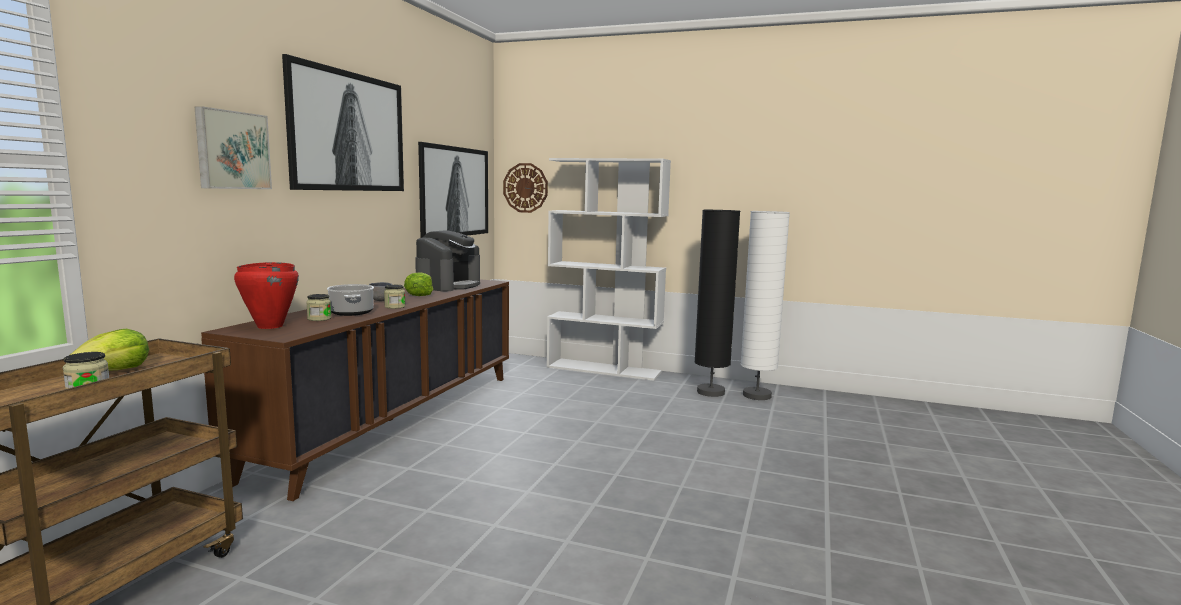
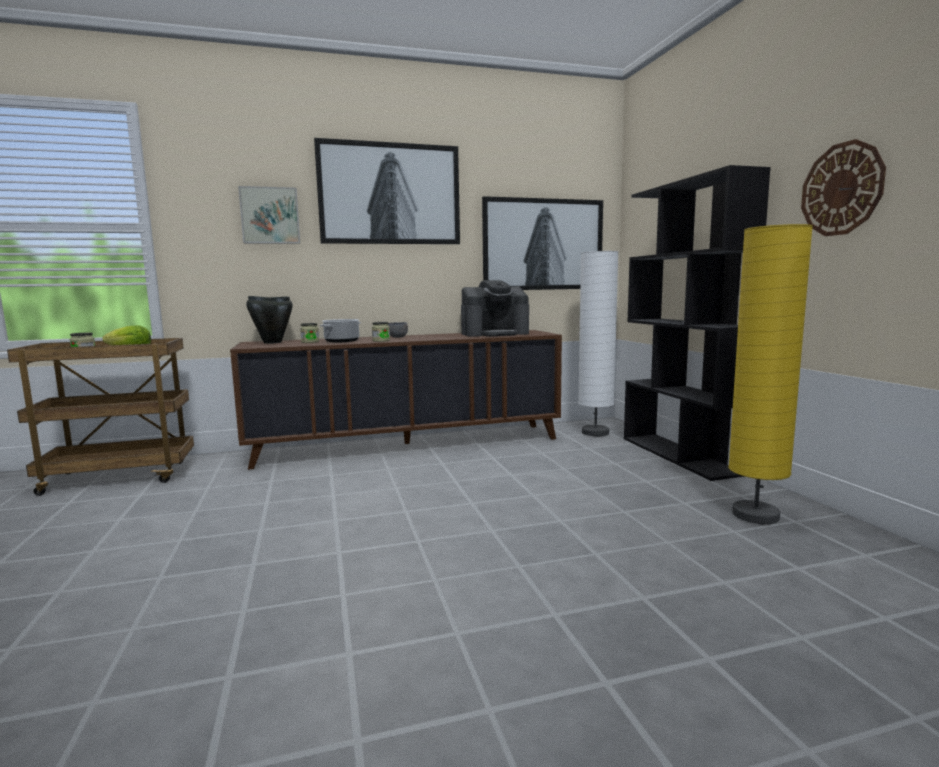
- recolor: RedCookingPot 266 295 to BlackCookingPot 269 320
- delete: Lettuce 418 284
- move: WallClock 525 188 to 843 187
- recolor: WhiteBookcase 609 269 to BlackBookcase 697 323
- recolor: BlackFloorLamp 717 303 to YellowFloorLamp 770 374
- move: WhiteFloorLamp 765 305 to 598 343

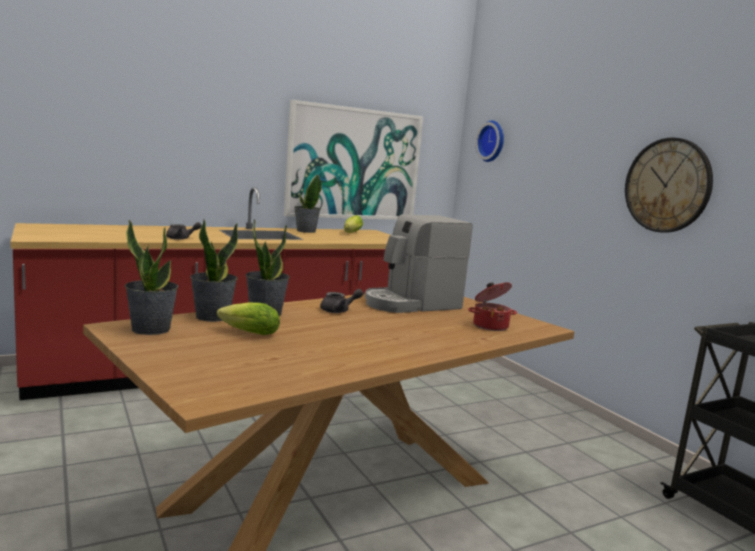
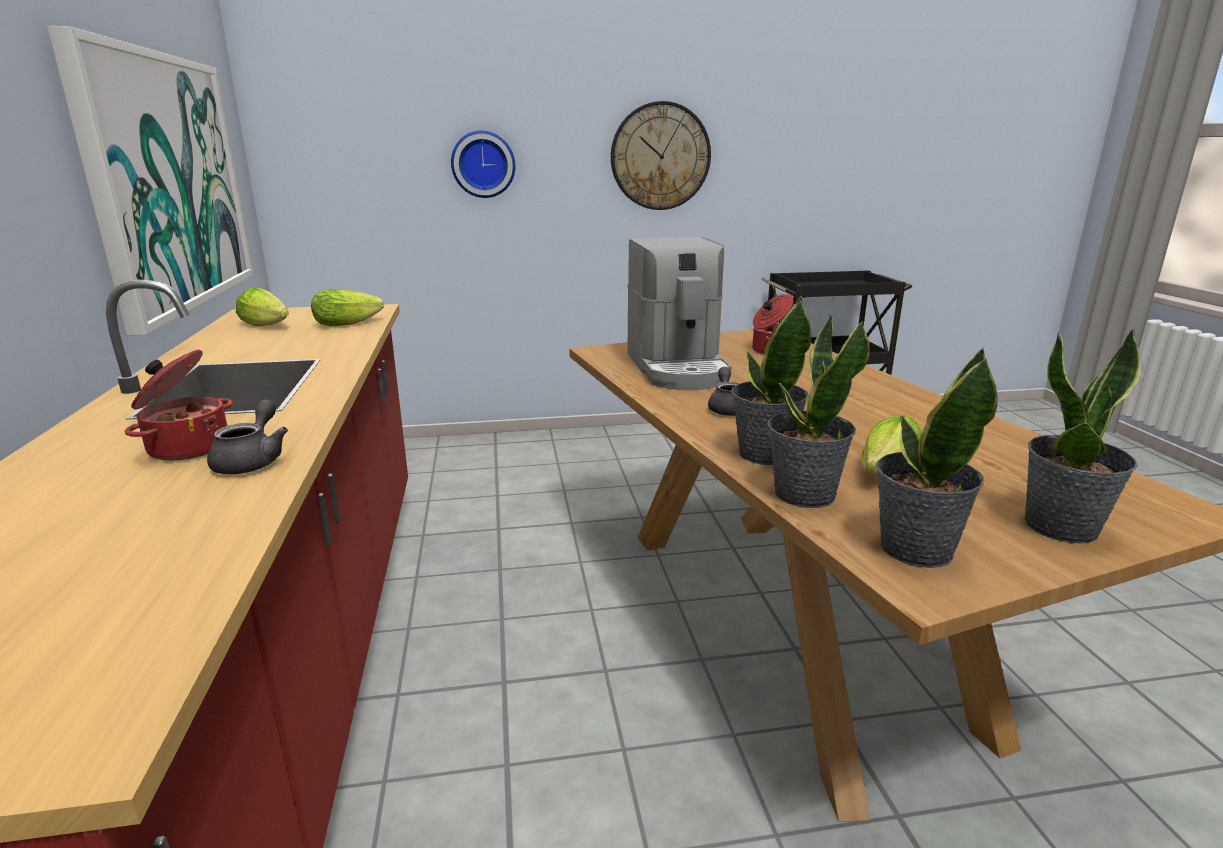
- move: PottedPlant 308 203 to 1083 436
- move: WallClock 489 141 to 483 164
- insert: CookingPot 179 405
- insert: Lettuce 347 307

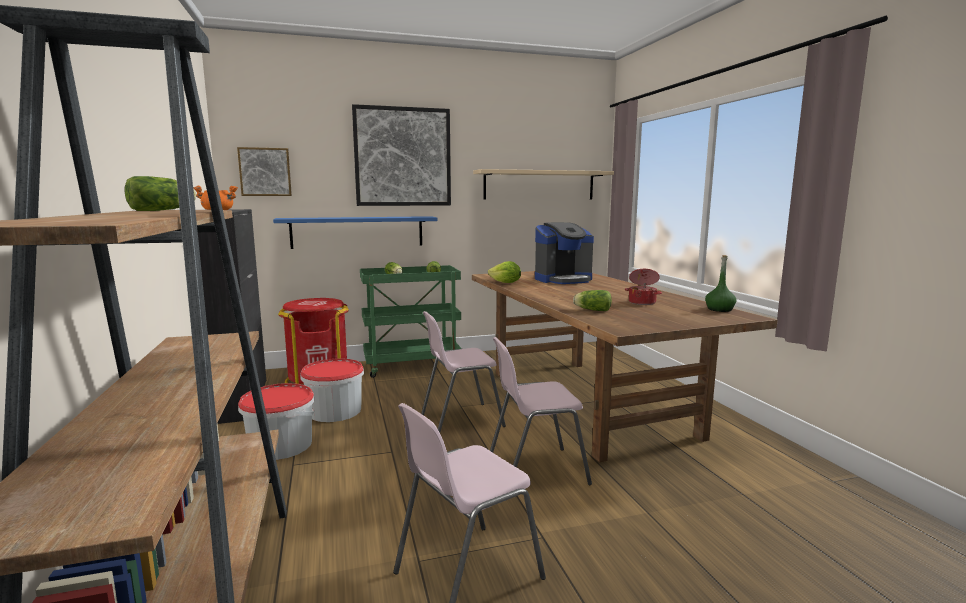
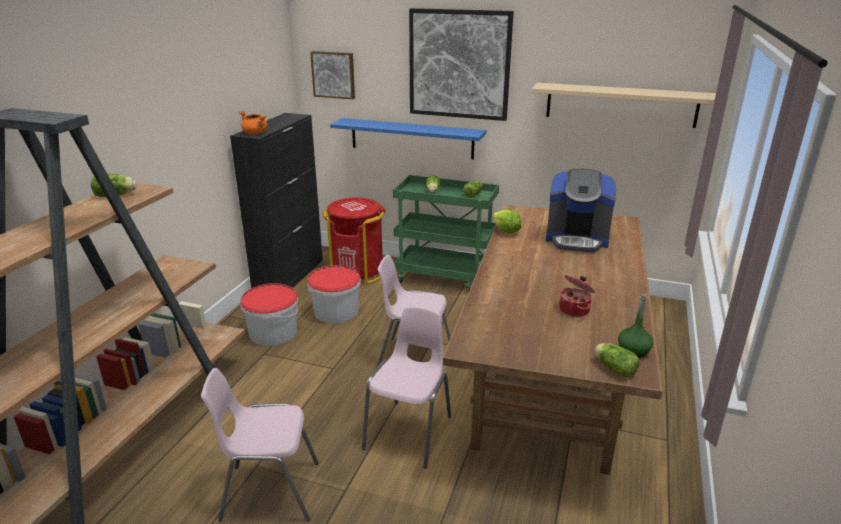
- rotate: PinkChair 541 411 = 406 387 90 degrees clockwise
- move: Lettuce 592 300 to 617 360

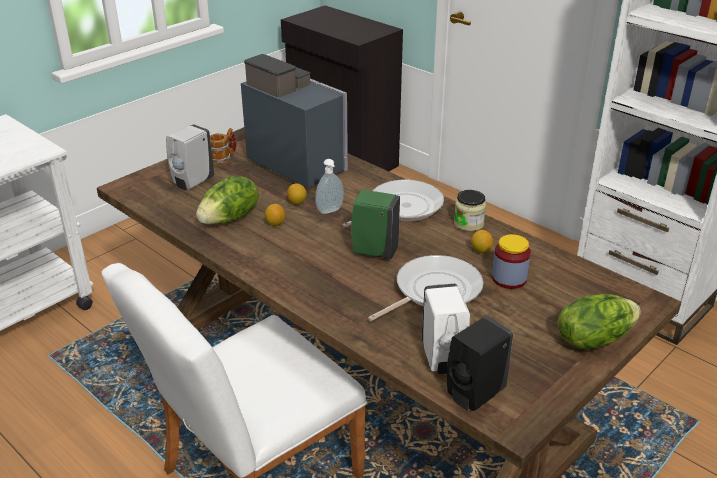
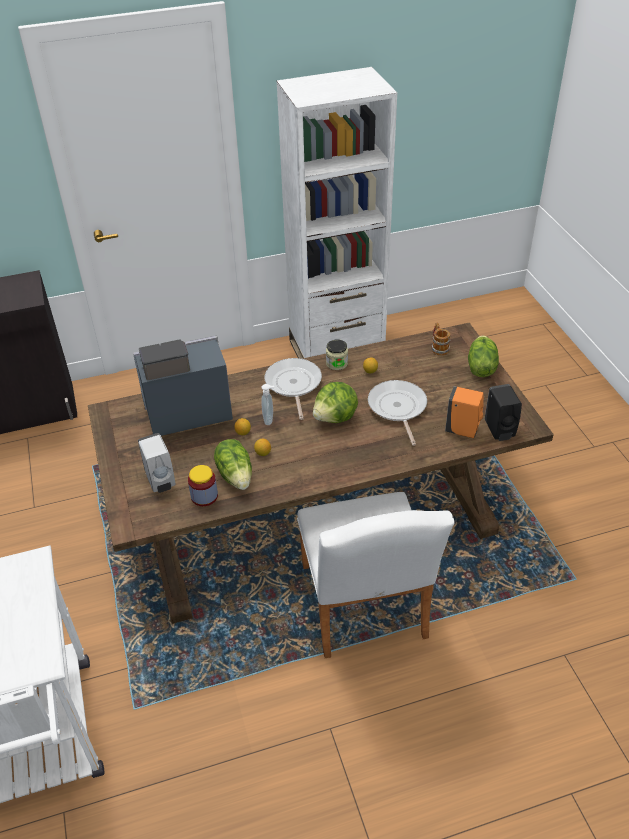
- move: Mug 223 147 to 441 338
- replace: GreenSoapDispenser 375 224 to Lettuce 335 402
- recolor: WhiteSoapDispenser 446 329 to OrangeSoapDispenser 464 412
- move: Jar 511 261 to 203 485

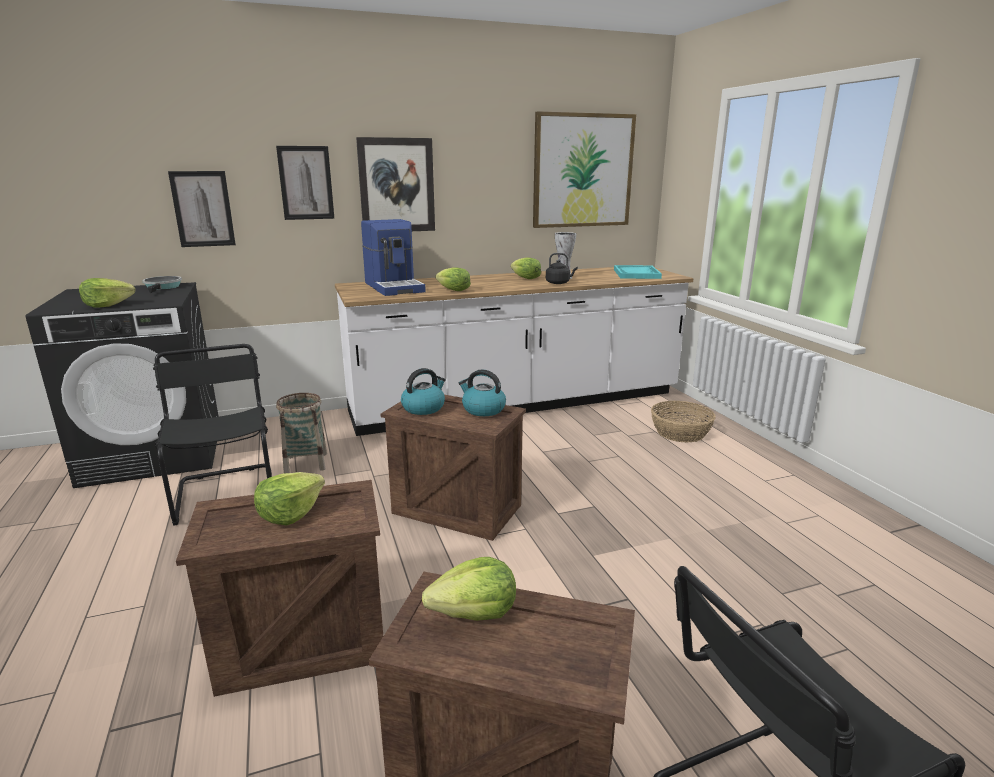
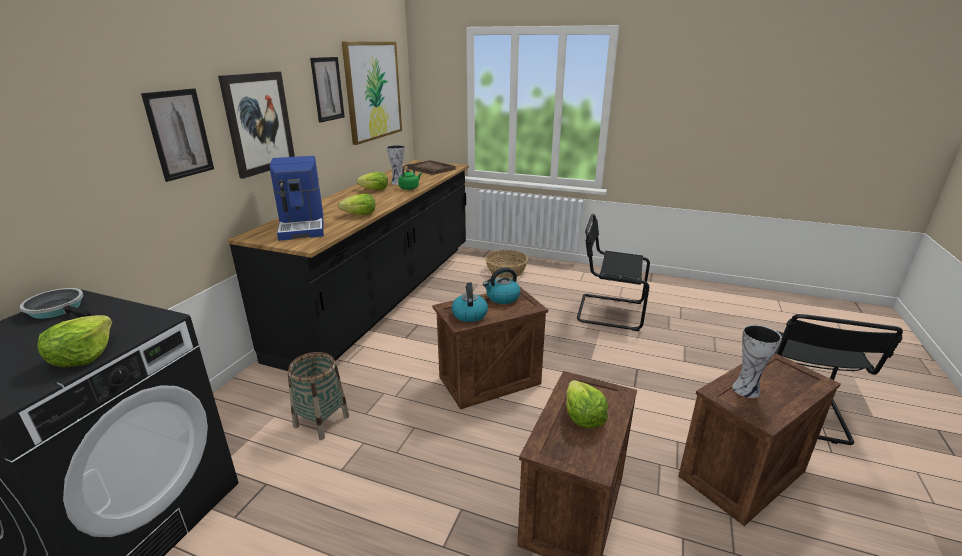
- move: BlackChair 212 434 to 613 272
- move: Picture 202 209 to 327 90
- recolor: WhiteCounter 514 351 to BlackCounter 348 265
- rotate: CoffeeMachine 393 257 = 296 198 60 degrees clockwise
- replace: Lettuce 469 589 to Vase 757 361
- recolor: BlackKettle 562 268 to GreenKettle 410 177
- recolor: TurquoiseTray 638 272 to BrownTray 431 167

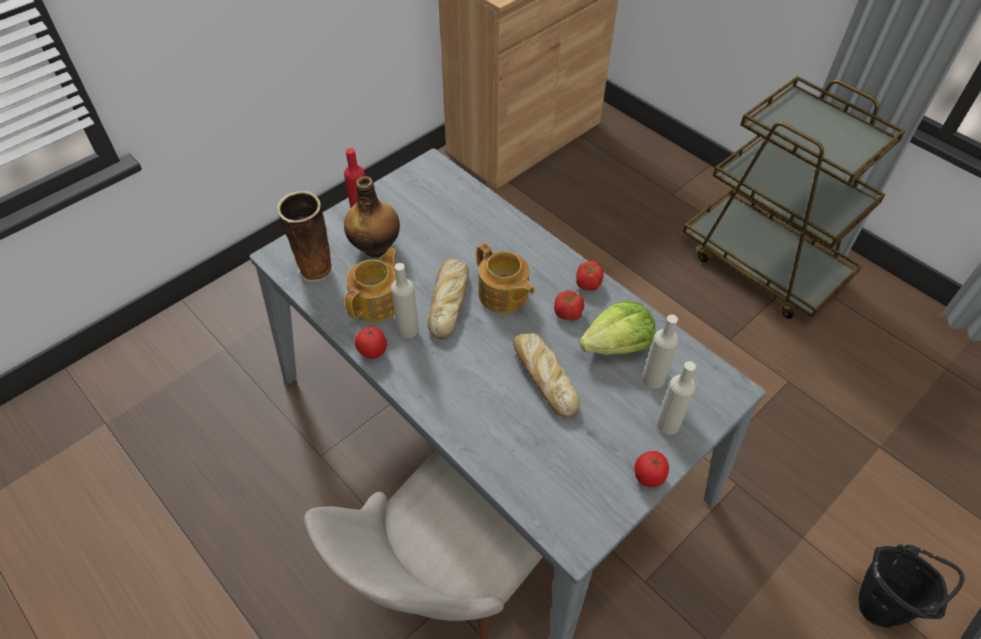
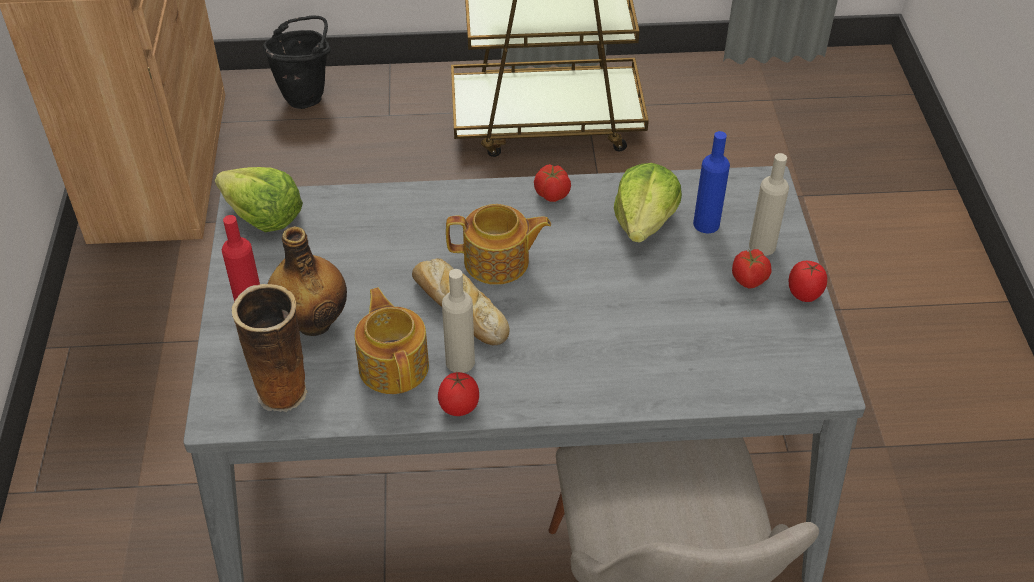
- delete: Bread 546 375
- move: Tomato 569 305 to 752 268
- recolor: BeigeBottle 660 352 to BlueBottle 711 182
- move: BlackBucket 911 586 to 296 62
- insert: Lettuce 259 199

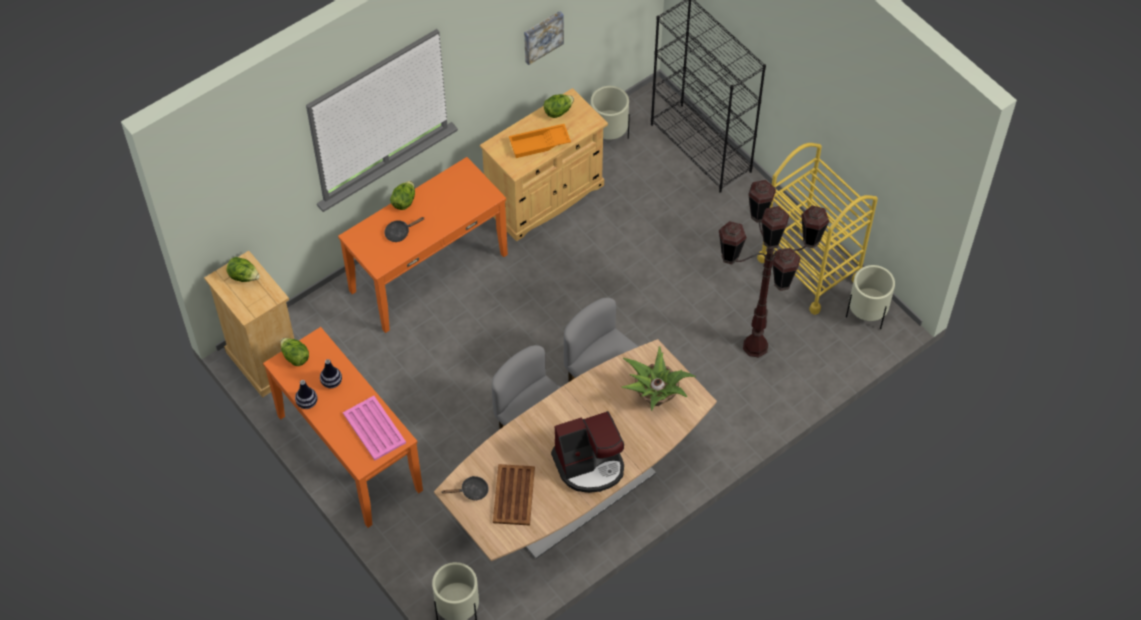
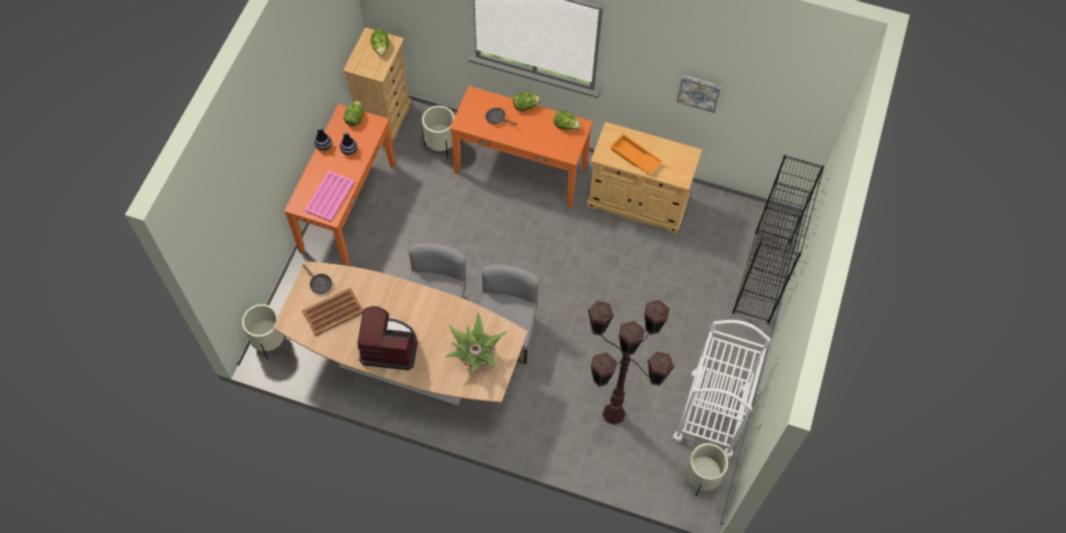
- move: Lettuce 558 106 to 567 120
- rotate: CoffeeMachine 587 452 = 388 338 150 degrees clockwise
- move: BeigePlanter 610 113 to 438 132
- recolor: YellowCart 817 229 to WhiteCart 722 389

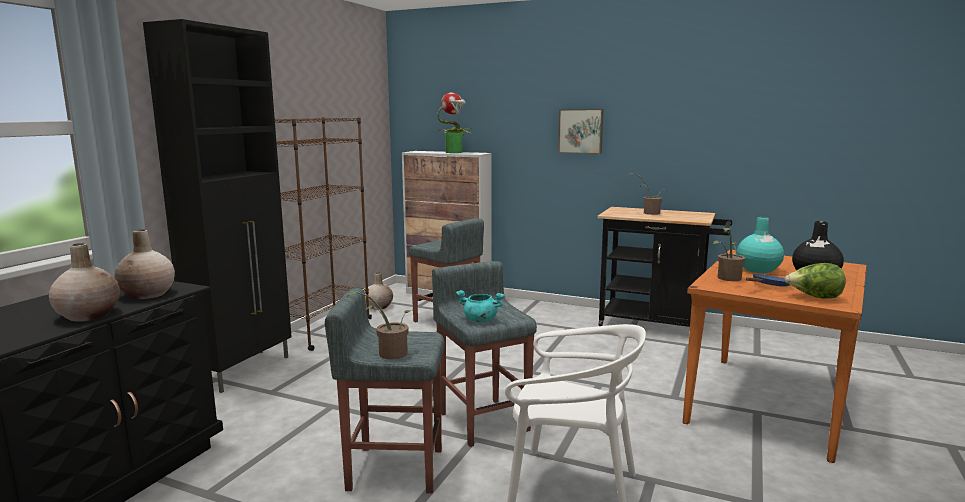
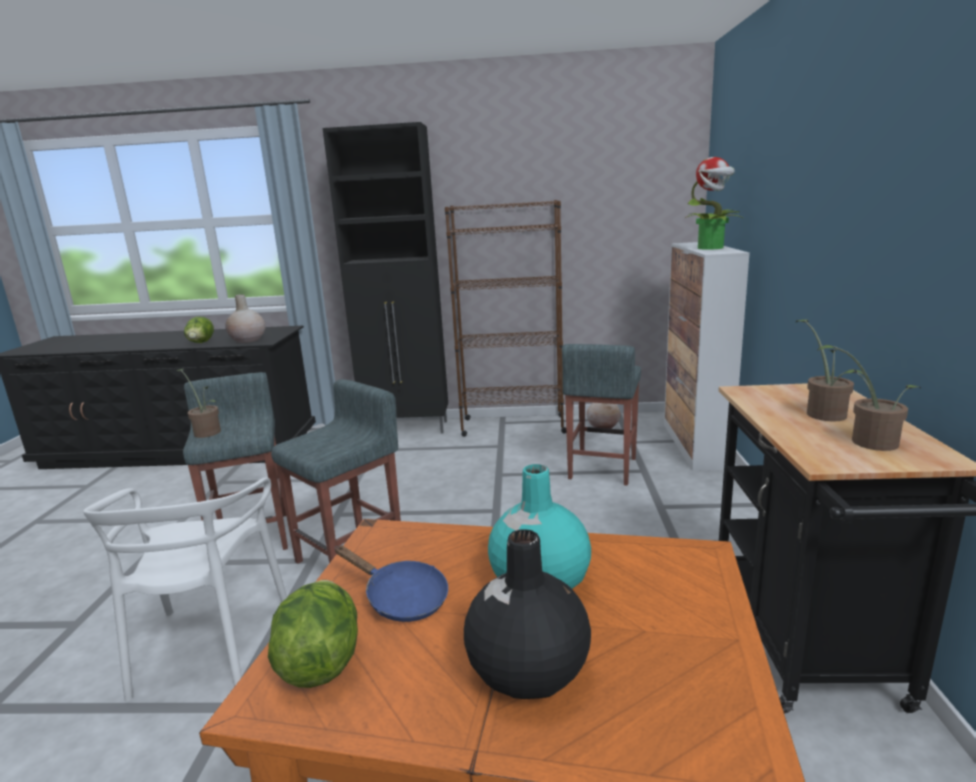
- replace: BeigeVase 84 282 to Lettuce 199 329
- delete: TurquoiseCookingPot 480 306
- delete: Picture 580 131
- move: PottedPlant 729 254 to 869 398

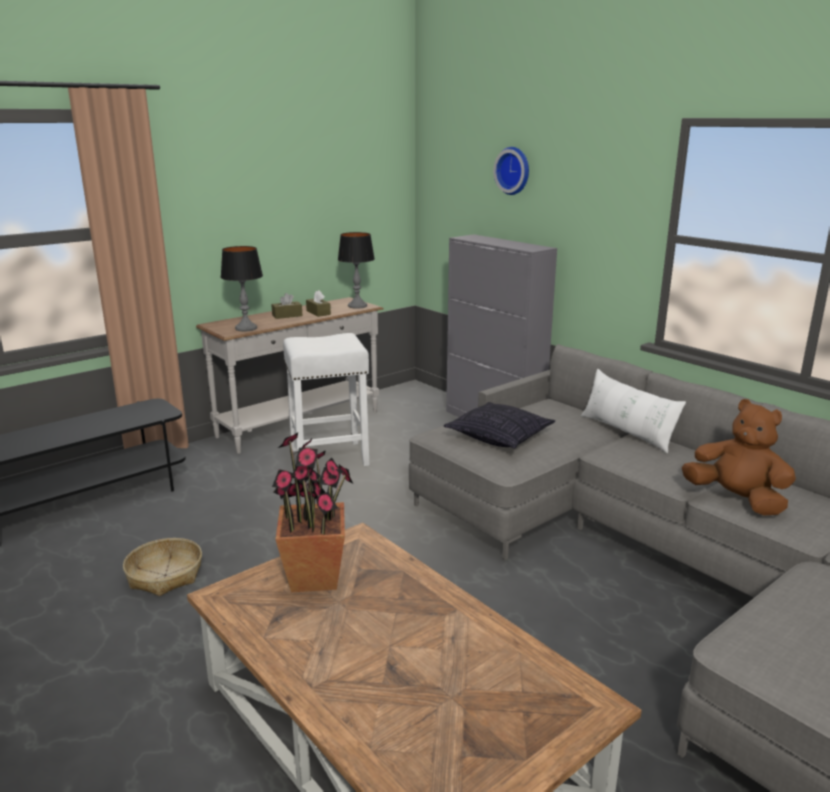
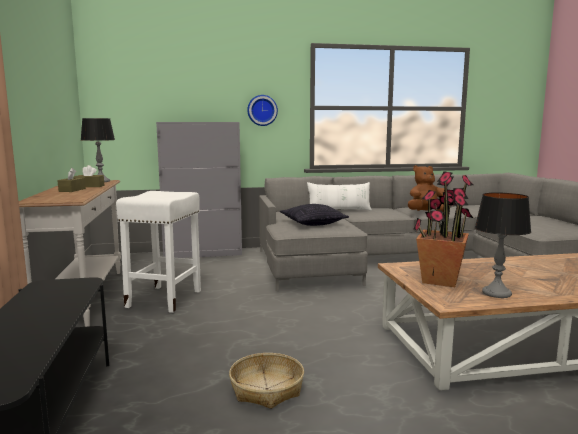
- move: TableLamp 242 288 to 503 245
- move: WallClock 511 171 to 262 110

